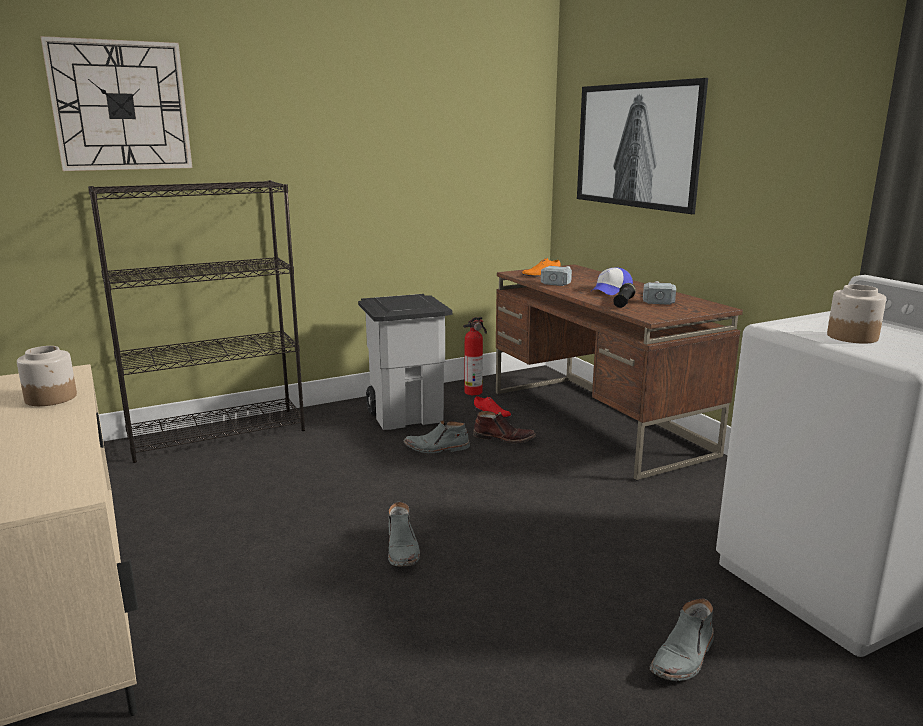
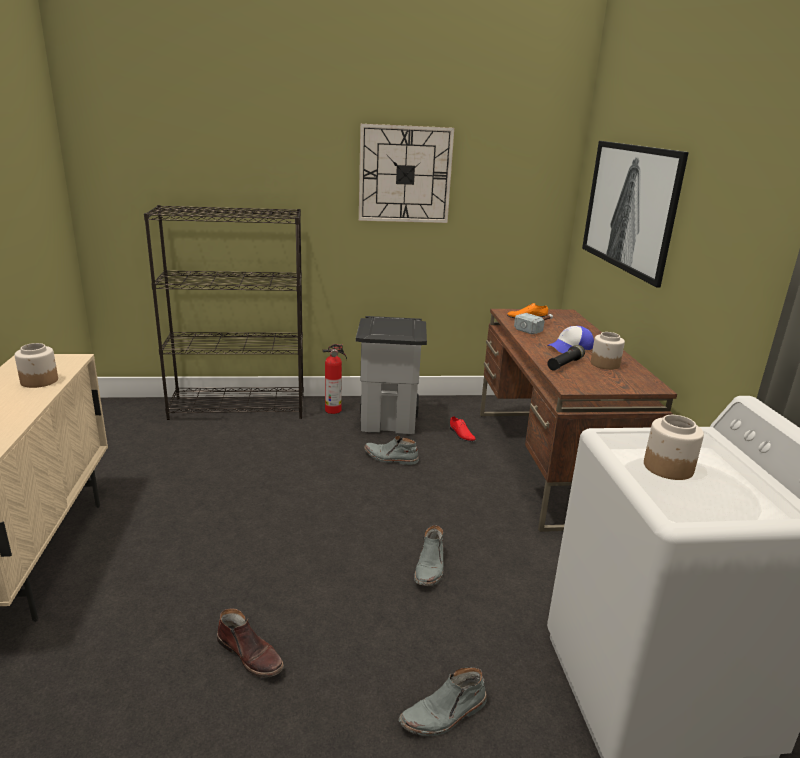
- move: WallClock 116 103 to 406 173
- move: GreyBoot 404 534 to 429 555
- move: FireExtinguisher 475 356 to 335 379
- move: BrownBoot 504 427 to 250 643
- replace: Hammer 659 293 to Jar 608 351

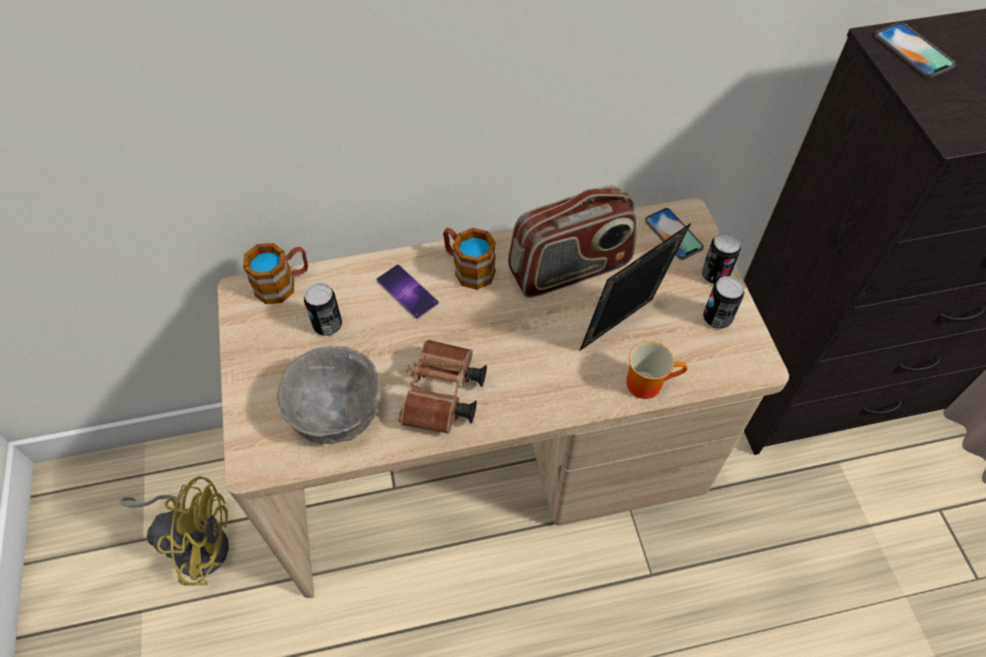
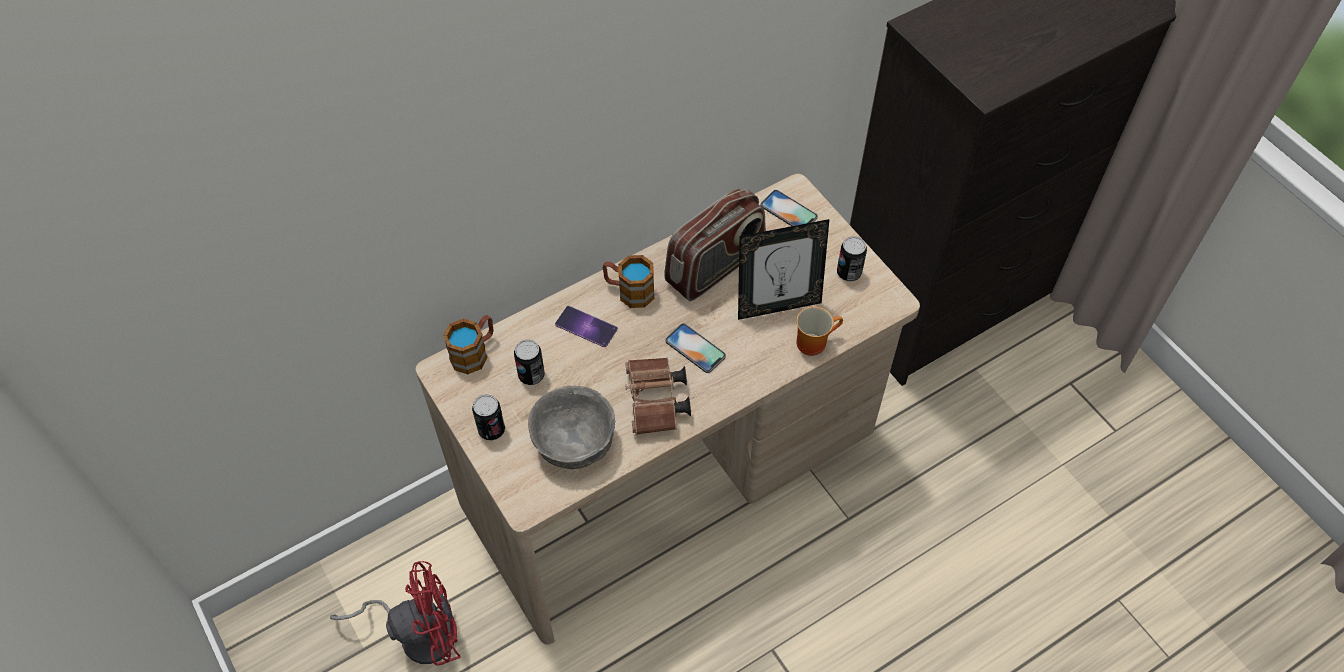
- recolor: YellowFan 174 531 to RedFan 395 613
- rotate: PictureFrame 635 287 = 784 269 135 degrees counterclockwise
- move: Can 721 258 to 488 417
- move: Phone 915 50 to 696 348

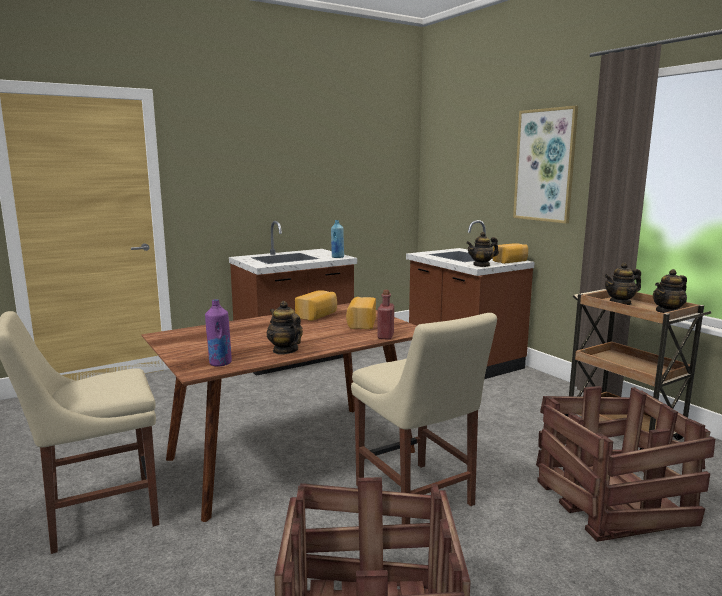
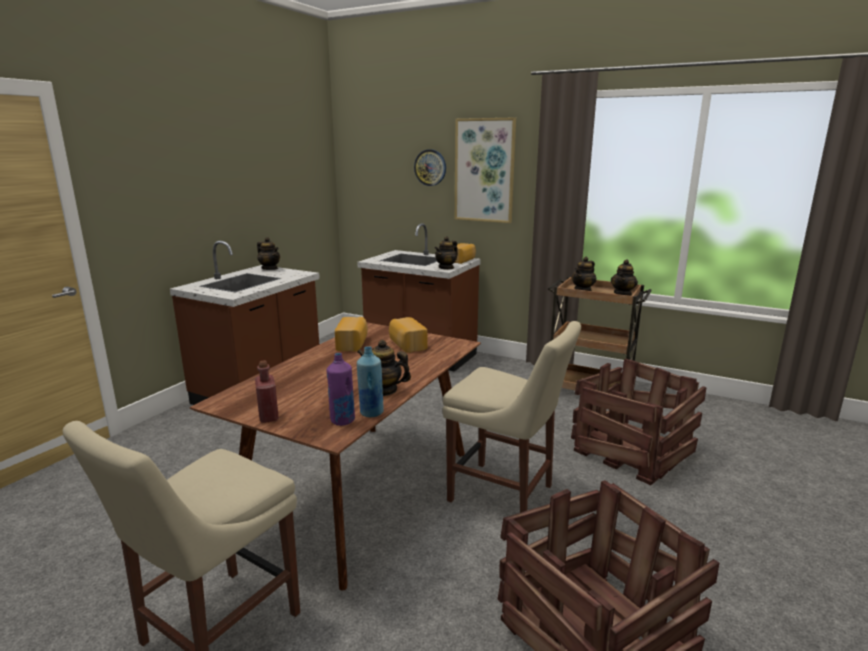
- move: BlueBottle 337 239 to 370 381
- move: RedBottle 385 315 to 267 391
- insert: Teapot 268 253
- insert: WallClock 430 167

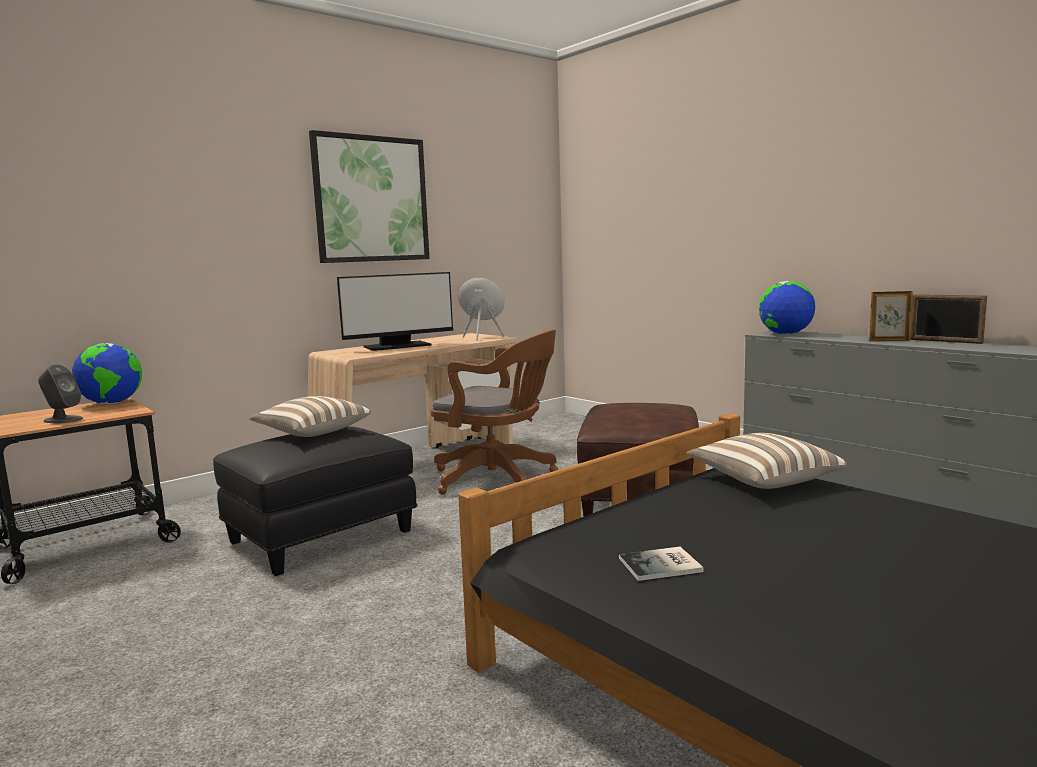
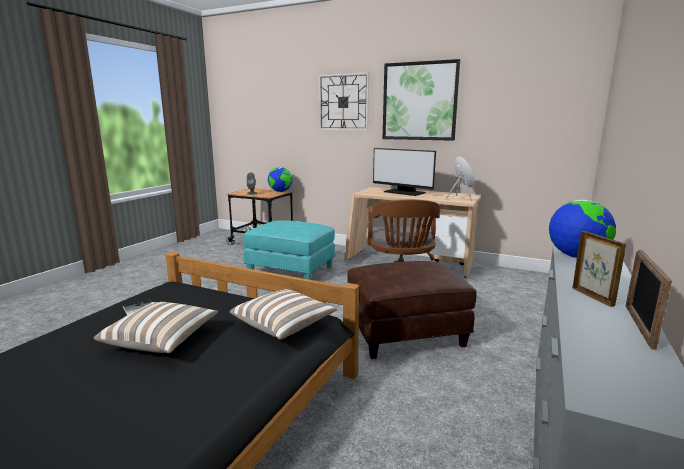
- recolor: BlackOttoman 315 501 to TurquoiseOttoman 289 250
- move: Pillow 310 416 to 156 327
- insert: WallClock 343 101

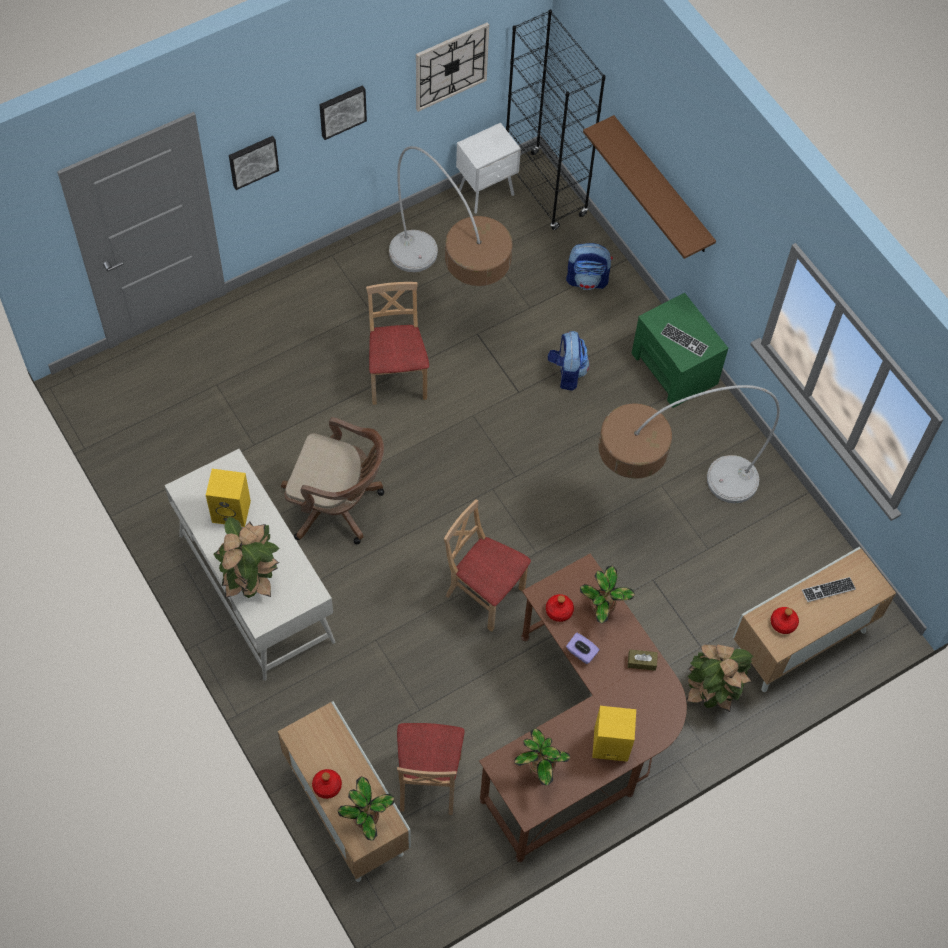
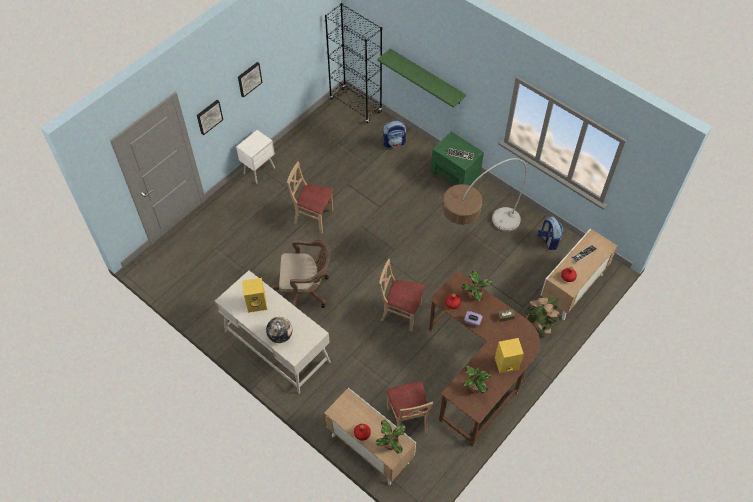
- replace: PottedPlant 247 557 to Globe 279 330
- rotate: BeigeChair 397 343 = 310 197 45 degrees counterclockwise
- delete: FloorLamp 451 216
- delete: WallClock 452 67
- move: WhiteNightstand 488 168 to 255 157
- move: Backpack 568 361 to 551 233
- recolor: BrownShelf 649 187 to GreenShelf 421 78

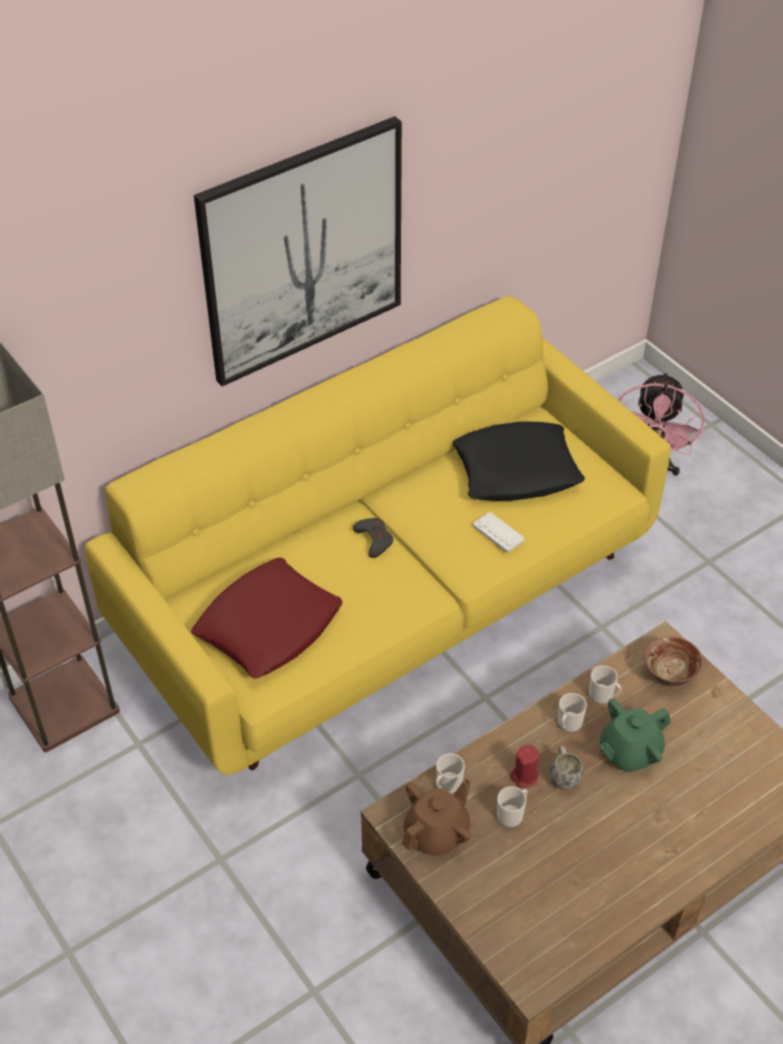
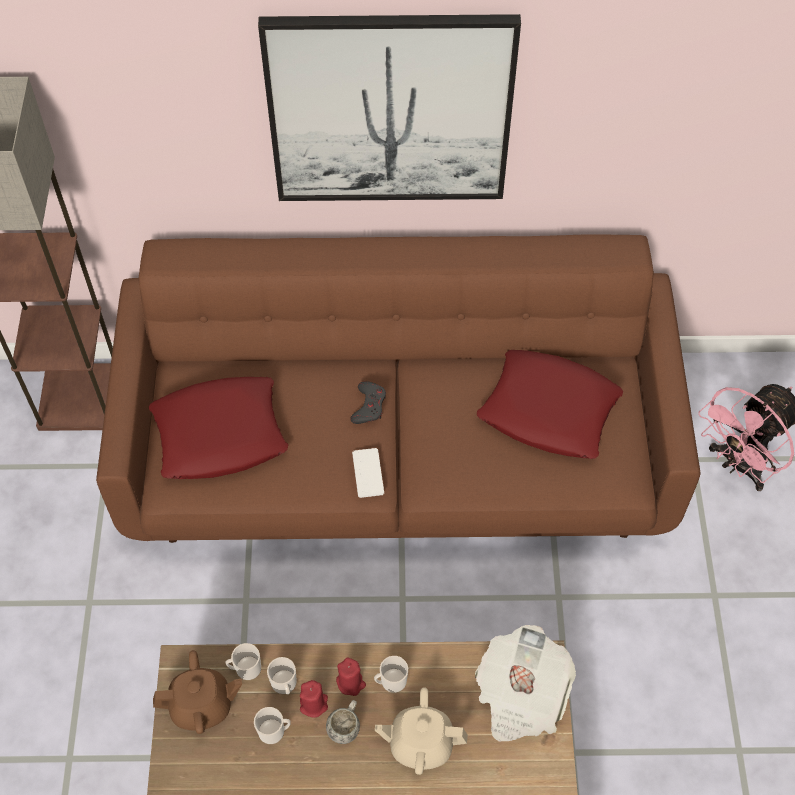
- recolor: YellowSofa 378 535 to BrownSofa 398 388
- recolor: BlackPillow 518 461 to RedPillow 550 404
- move: WhiteGameController 498 532 to 368 473
- move: Mug 605 684 to 282 675
- recolor: GreenTeapot 634 735 to BeigeTeapot 421 731
- replace: Bowl 673 661 to Newspaper 525 683
- insert: RedCandle 351 677

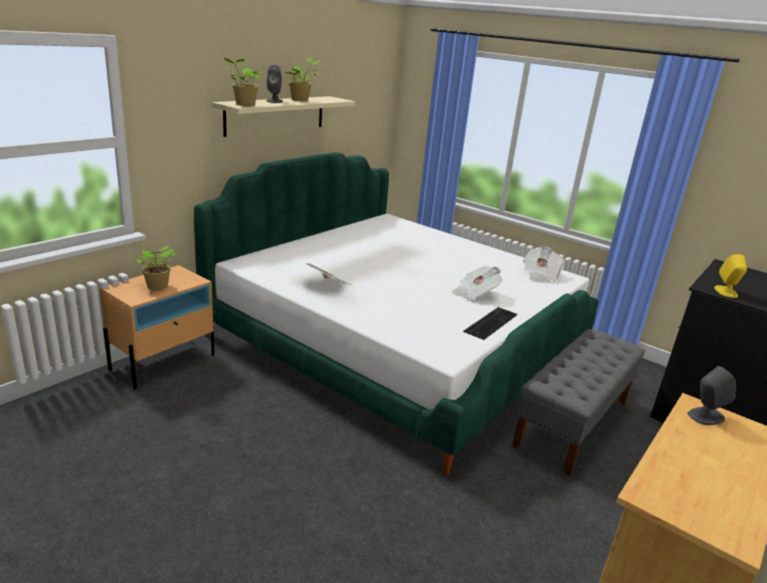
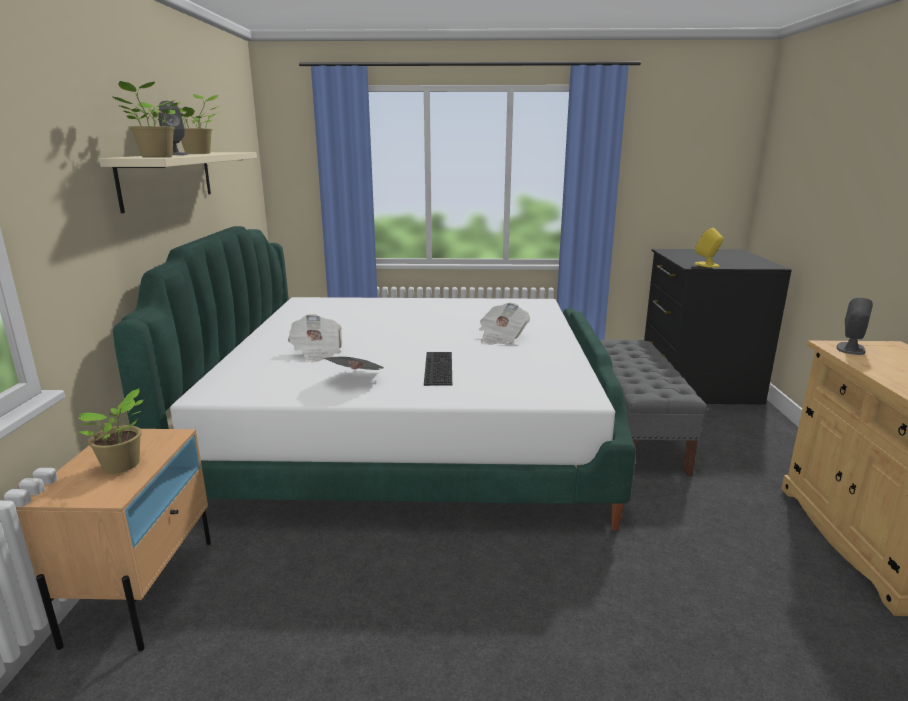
- move: Keyboard 490 323 to 438 369
- move: Newspaper 544 264 to 315 338

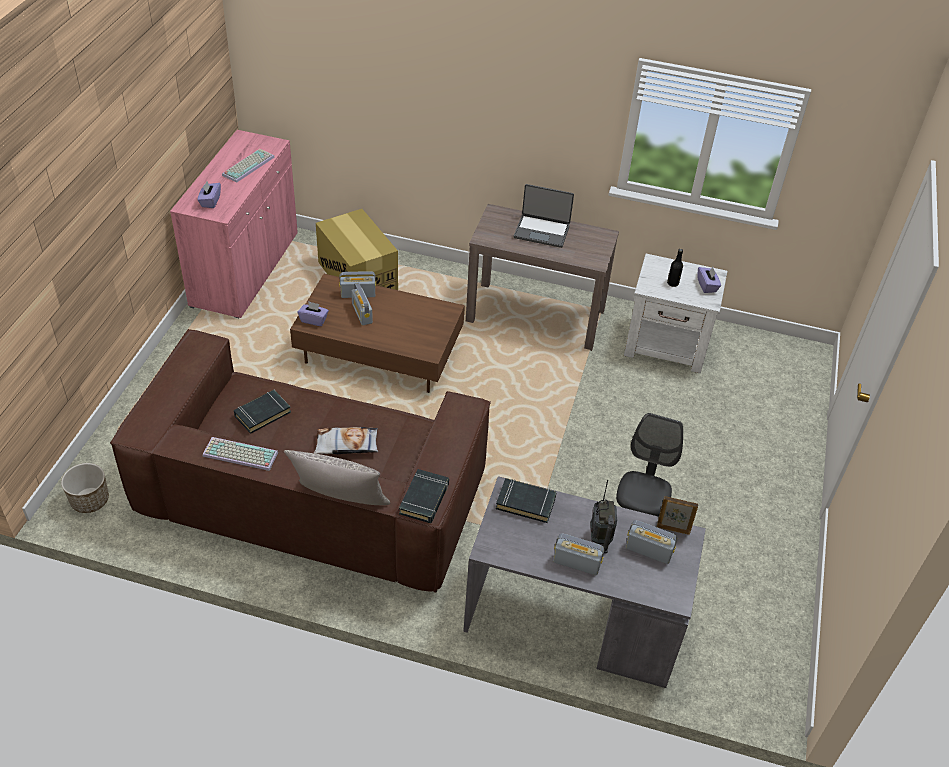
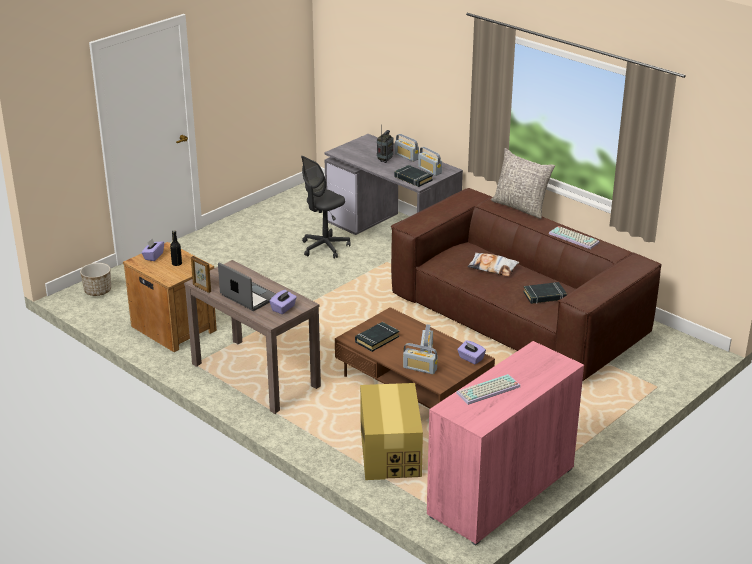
- move: Planter 85 488 to 95 279
- move: PurpleTissueBox 209 194 to 283 302
- move: BlackBook 424 496 to 377 337
- recolor: WhiteNightstand 676 313 to BrownNightstand 170 297
- move: Radio 651 542 to 430 161
- move: PictureFrame 677 515 to 201 274

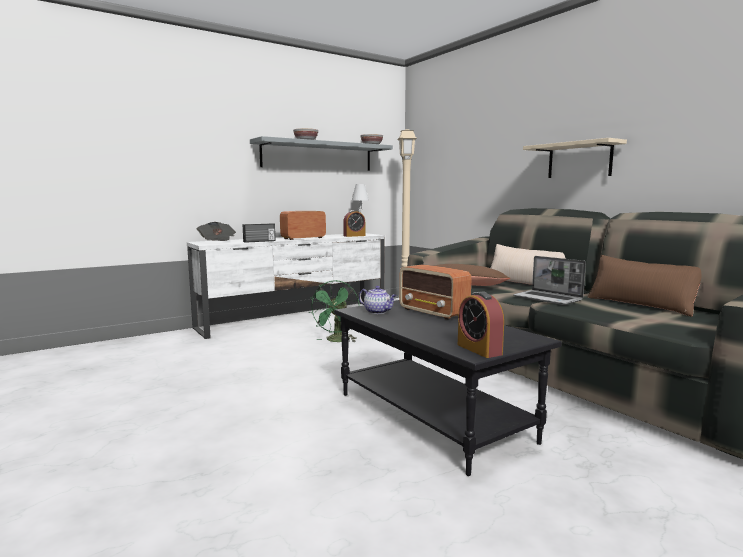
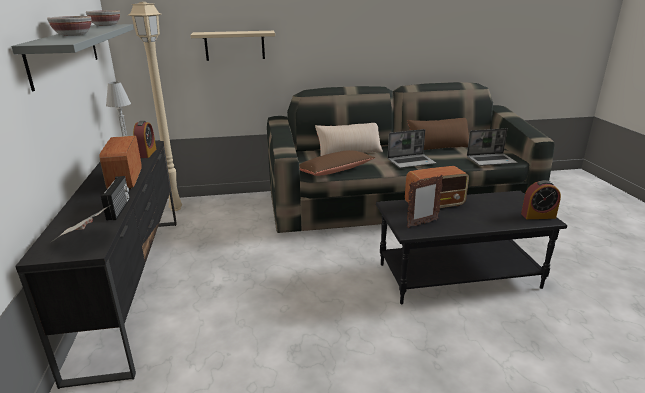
- recolor: WhiteTvStand 286 286 to BlackTvStand 96 265
- delete: GreenFan 334 311
- replace: Teapot 378 300 to PictureFrame 425 201
- move: BeigeShelf 575 158 to 232 46
- insert: Laptop 492 147

